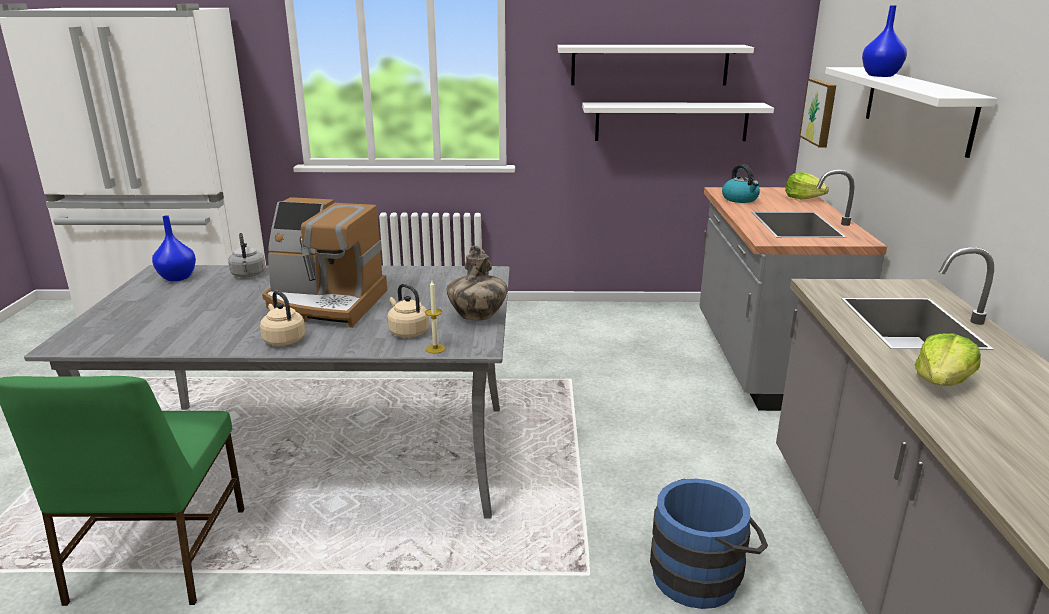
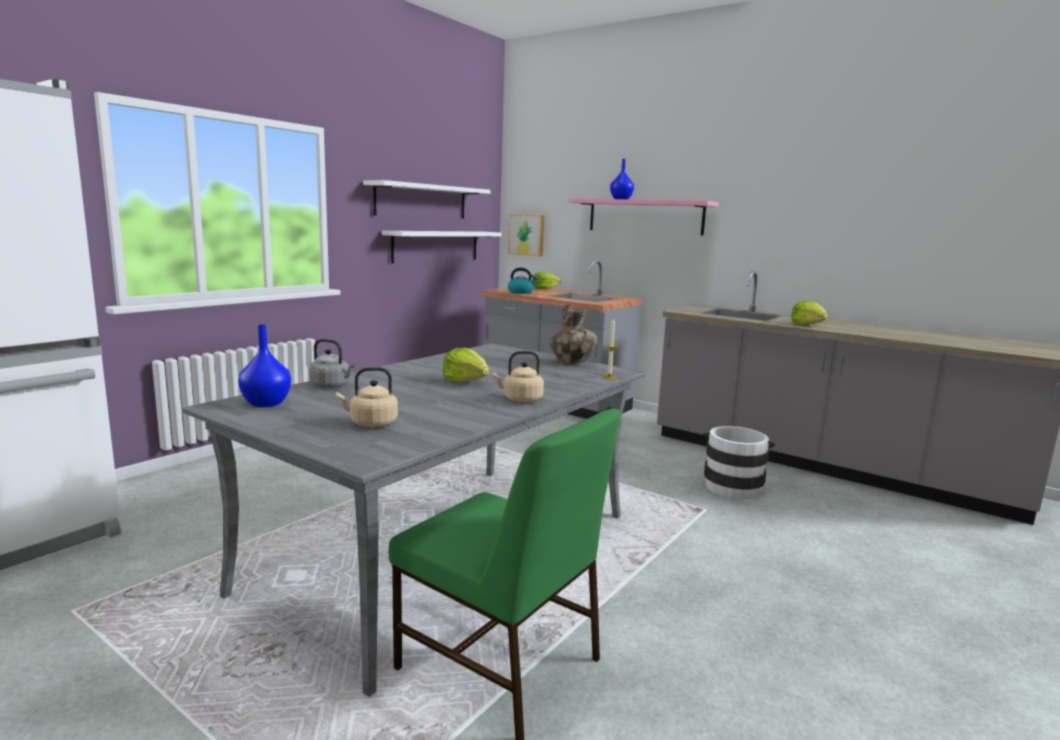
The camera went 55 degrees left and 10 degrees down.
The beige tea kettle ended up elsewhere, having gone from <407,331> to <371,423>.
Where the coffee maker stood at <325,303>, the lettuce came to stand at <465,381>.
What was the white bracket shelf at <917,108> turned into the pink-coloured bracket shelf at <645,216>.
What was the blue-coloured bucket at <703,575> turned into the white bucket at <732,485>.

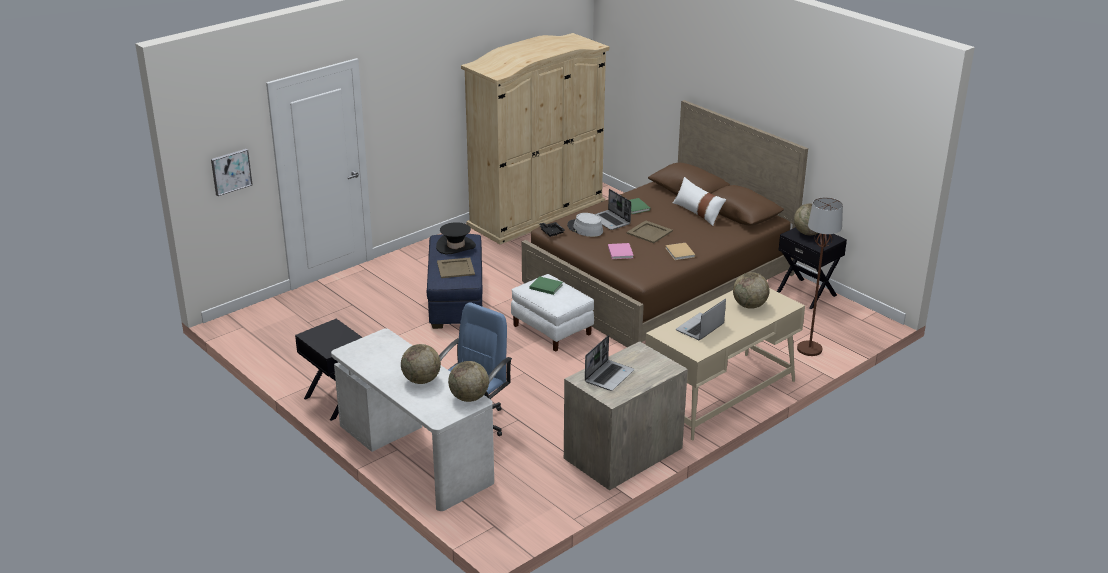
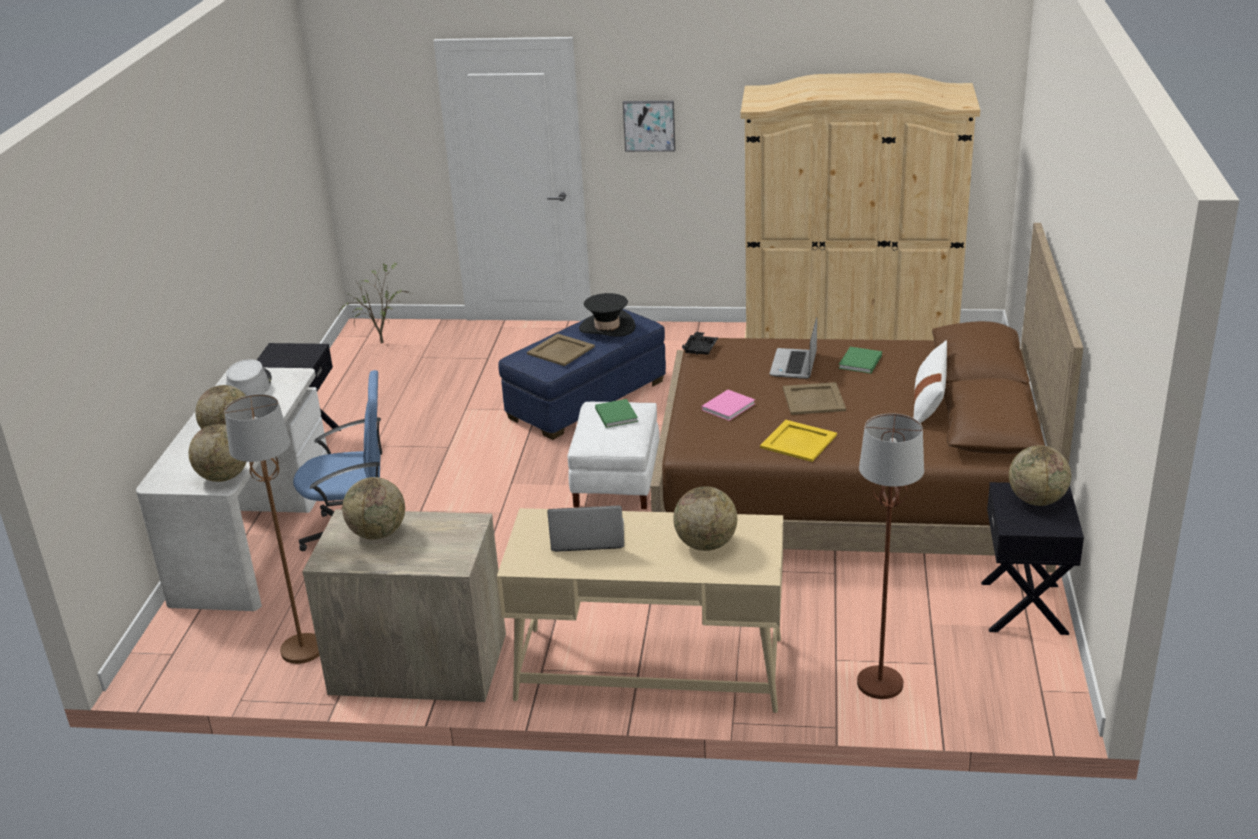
The camera went 50 degrees right and 0 degrees up.
The second view gained the brown-coloured floor lamp at <302,650>.
The greyish wearable hat ended up elsewhere, having gone from <585,229> to <249,386>.
The second view gained the potted plant at <381,341>.
Where the laptop stood at <609,376>, the world globe came to stand at <378,533>.
The picture ended up elsewhere, having gone from <231,171> to <649,125>.
Where the beige bound book stood at <680,253>, the yellow-coloured carrying tray came to stand at <799,442>.

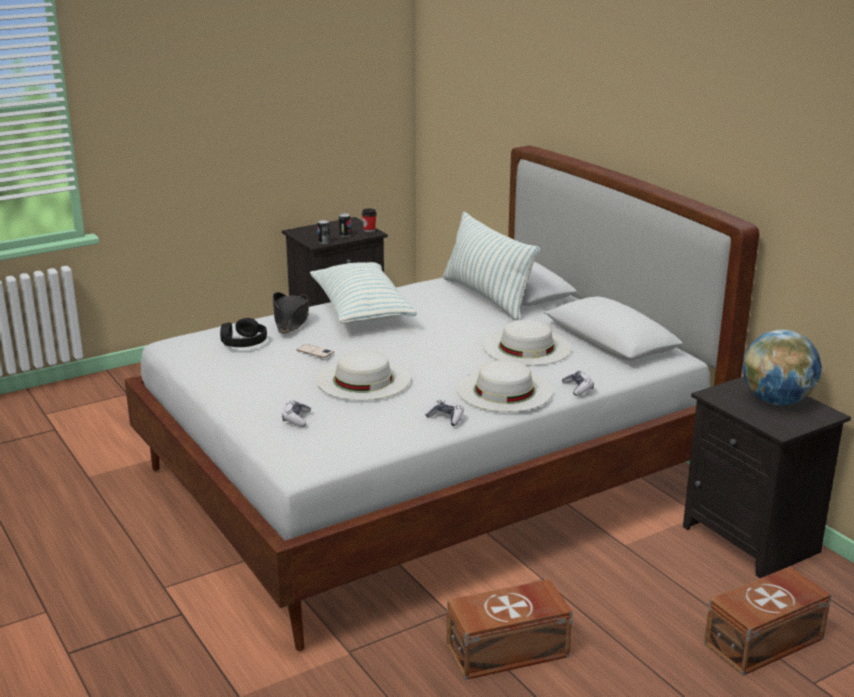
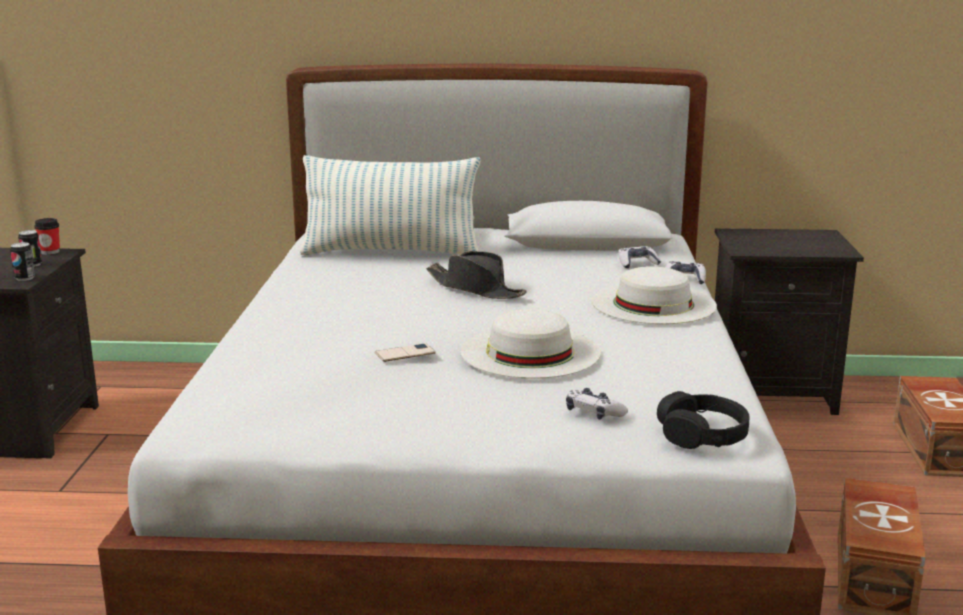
The camera went 55 degrees left and 5 degrees down.
The blackish wearable hat ended up elsewhere, having gone from <291,320> to <476,289>.
The joypad ended up elsewhere, having gone from <446,418> to <637,263>.
The blackish pair of headphones ended up elsewhere, having gone from <243,342> to <702,435>.
The second view lost the cushion at <361,311>.
The second view lost the white wearable hat at <527,347>.
The second view lost the world globe at <777,401>.

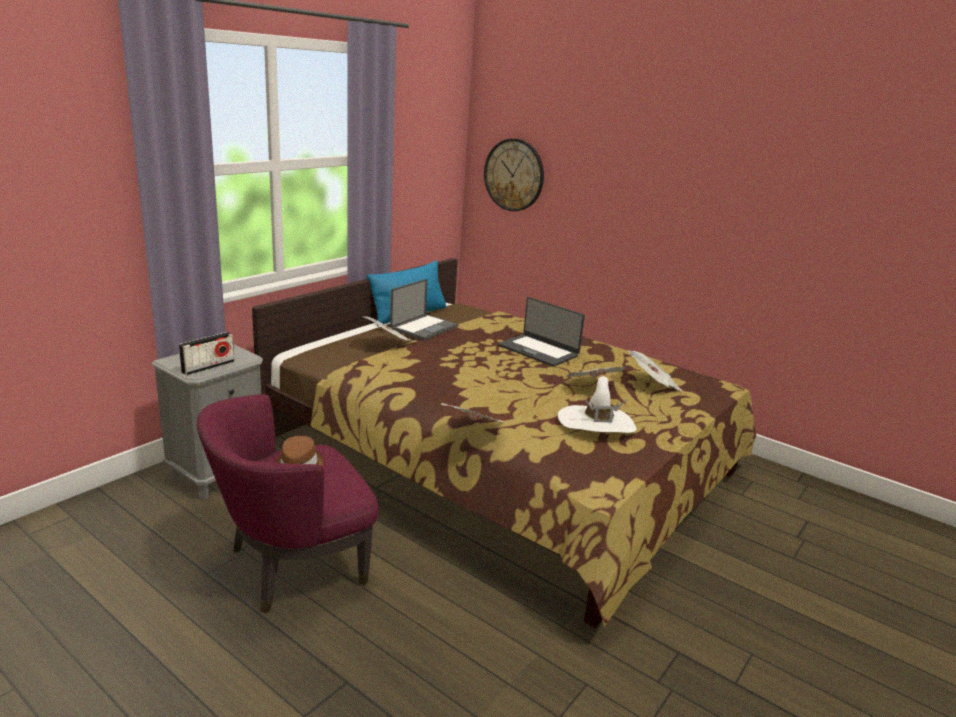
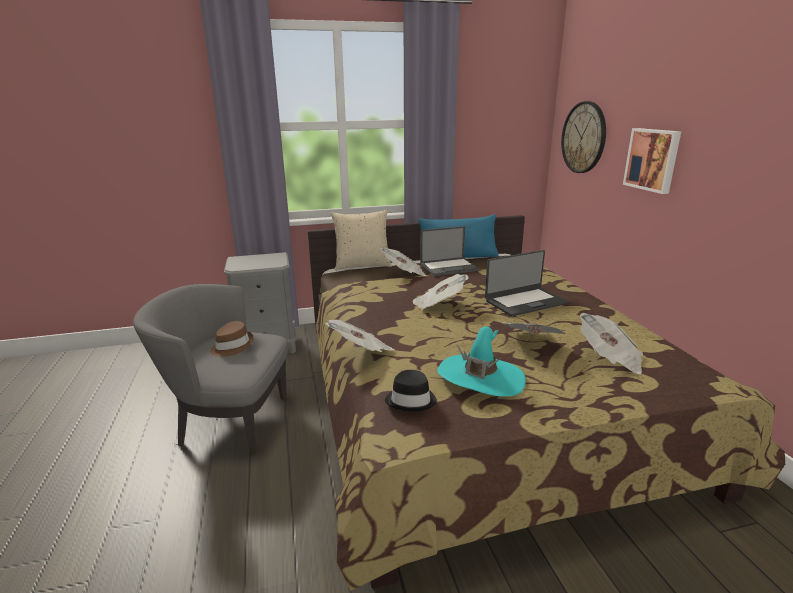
The camera went 40 degrees right and 0 degrees up.
What was the purplish lounge chair at <292,566> turned into the greyish lounge chair at <230,421>.
The second view gained the beige cushion at <362,265>.
The second view gained the blackish wearable hat at <411,400>.
The second view gained the printed paper at <438,305>.
What was the white wearable hat at <596,424> turned into the turquoise-coloured wearable hat at <480,378>.
The laptop at <539,350> ended up facing another way, 105 degrees counterclockwise from before.
The second view gained the picture at <652,159>.
The second view lost the radio at <208,367>.

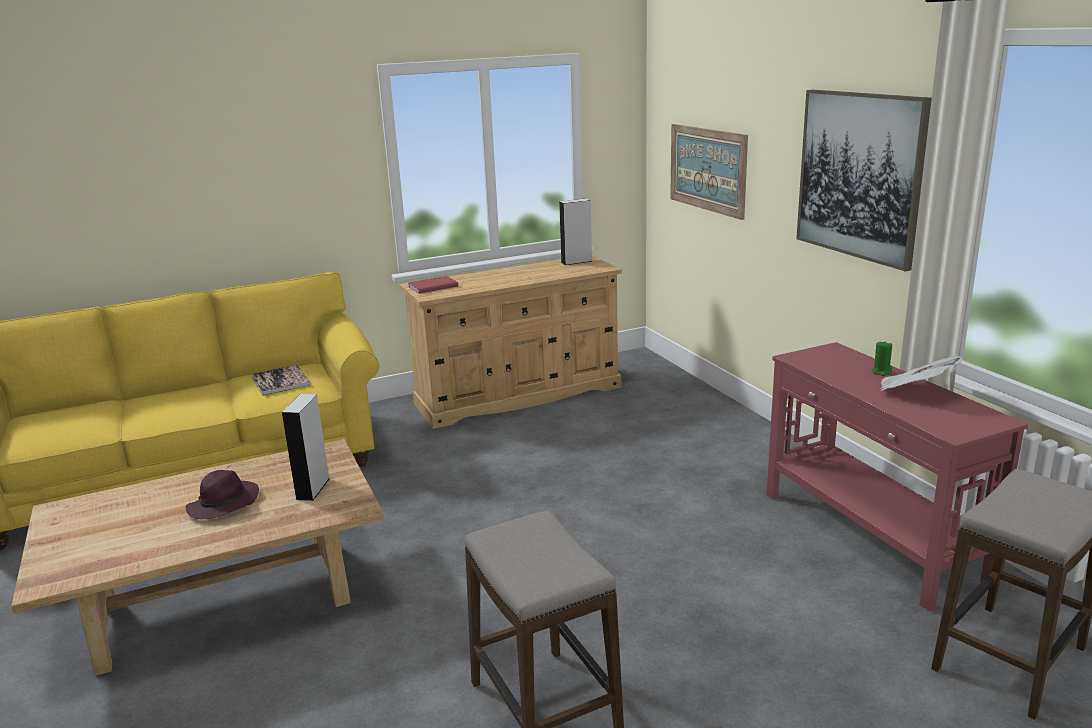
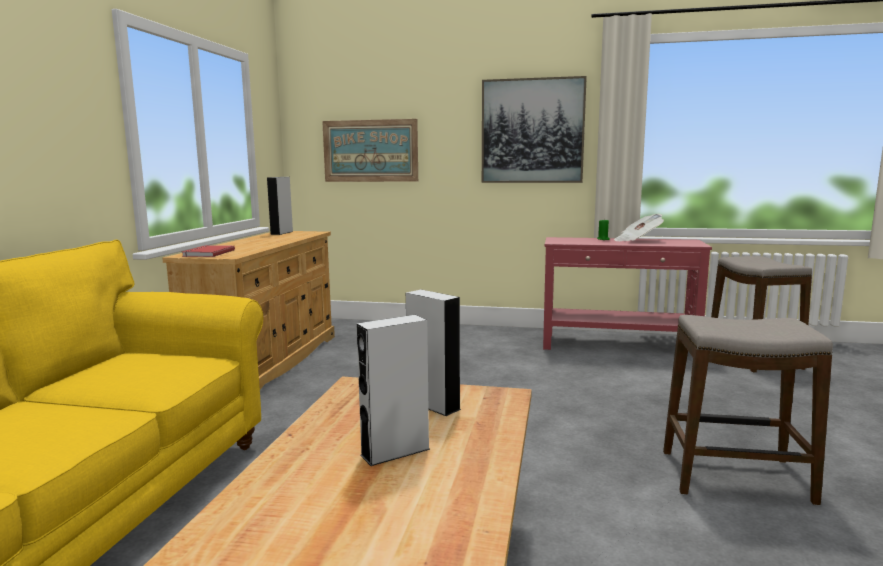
The camera went 55 degrees left and 10 degrees down.
Where the purplish wearable hat stood at <223,505>, the greyish speaker came to stand at <395,452>.
The second view lost the bound book at <281,381>.

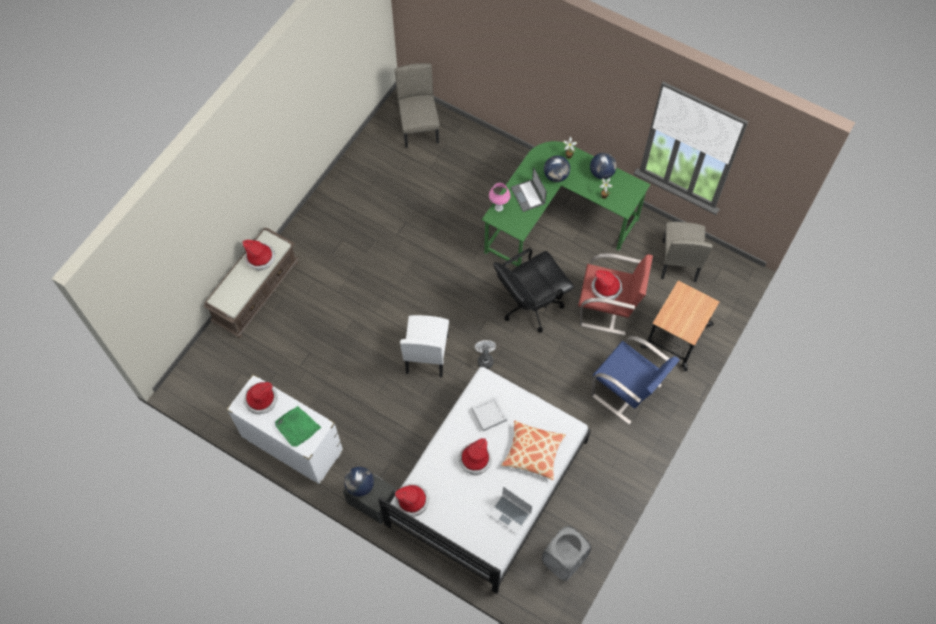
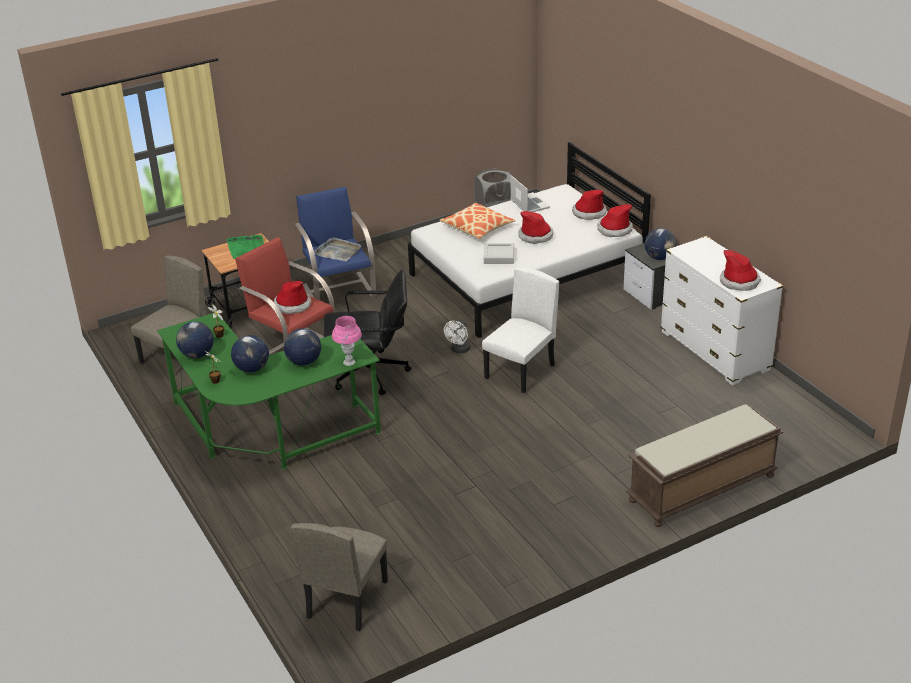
The camera went 150 degrees left and 30 degrees down.
The greenish carrying tray ended up elsewhere, having gone from <297,427> to <246,248>.
Where the laptop stood at <528,196>, the world globe came to stand at <304,362>.
The second view gained the greyish carrying tray at <338,251>.
The wearable hat ended up elsewhere, having gone from <260,258> to <589,212>.

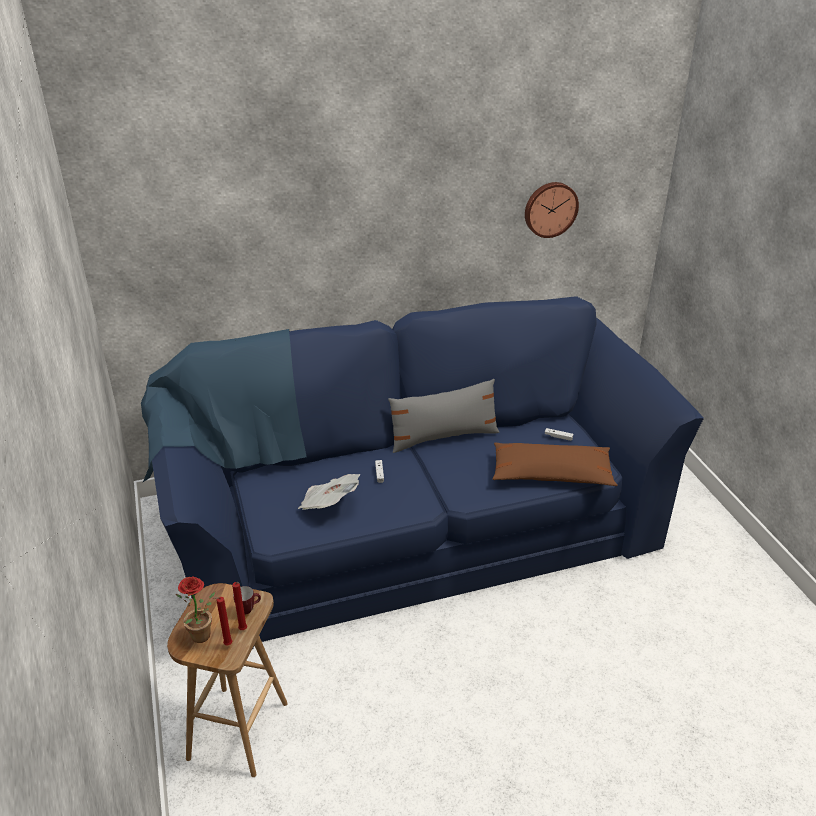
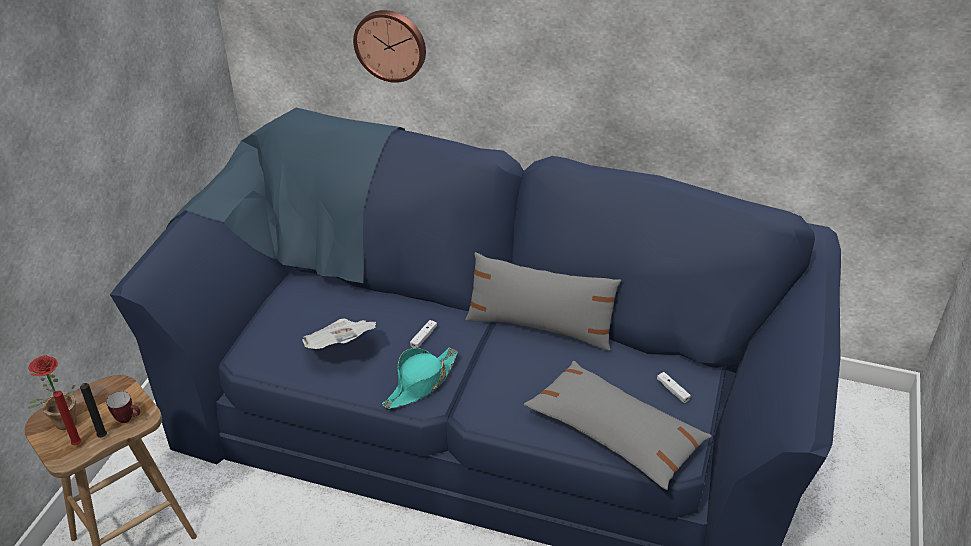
The camera went 35 degrees right and 5 degrees up.
What was the reddish candle at <243,630> turned into the blackish candle at <102,438>.
The wall clock ended up elsewhere, having gone from <550,209> to <391,44>.
The second view gained the turquoise-coloured wearable hat at <421,383>.
What was the brown-coloured cushion at <551,474> turned into the greyish cushion at <614,433>.

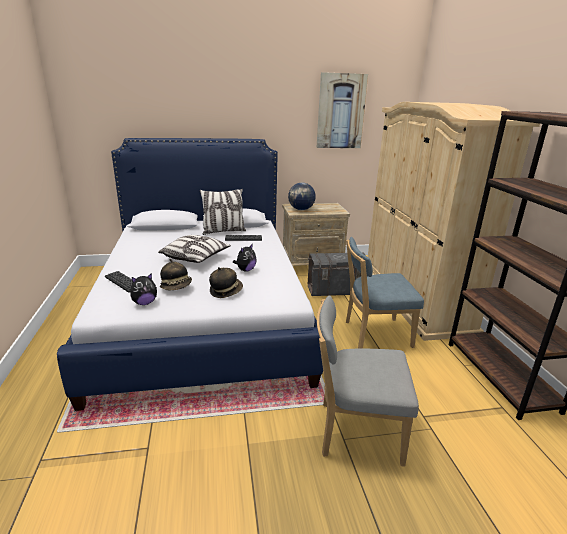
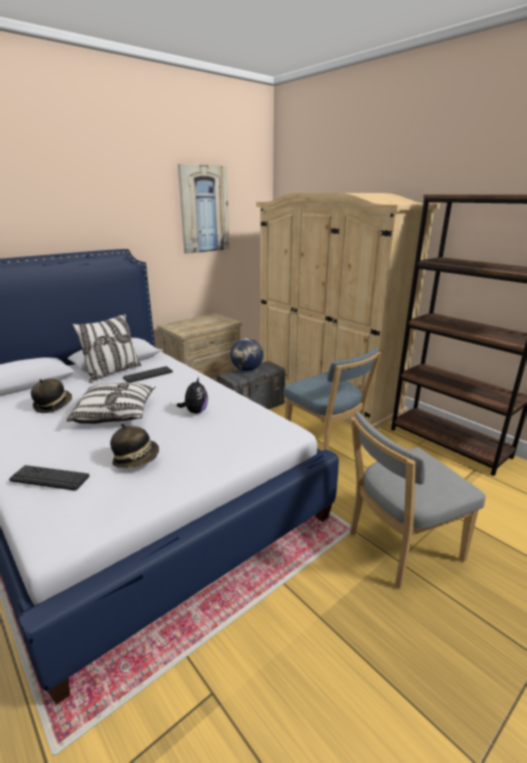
The camera went 30 degrees left and 0 degrees up.
The wearable hat ended up elsewhere, having gone from <226,291> to <53,405>.
The world globe ended up elsewhere, having gone from <301,209> to <247,370>.
The blue-coloured upright chair at <374,334> ended up facing another way, 90 degrees counterclockwise from before.
The second view lost the soft toy at <144,303>.

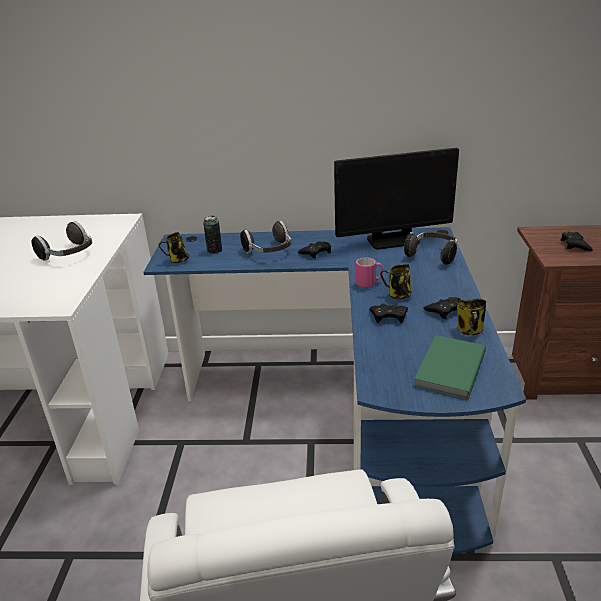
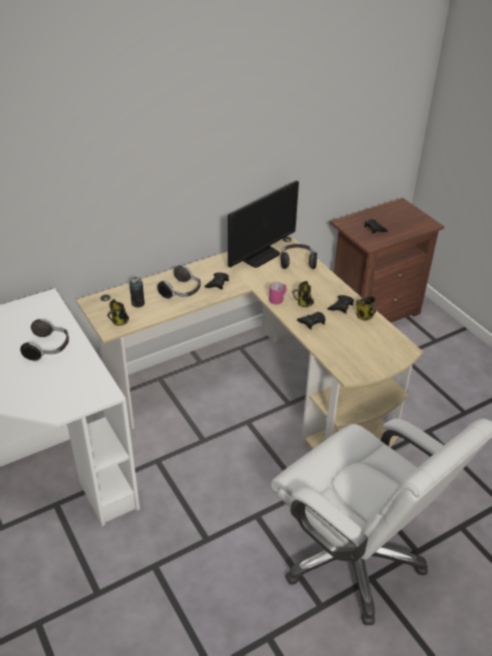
The camera went 35 degrees left and 10 degrees up.
What was the blue-coloured desk unit at <351,413> turned into the beige desk unit at <258,391>.
The second view lost the greenish bound book at <448,369>.

